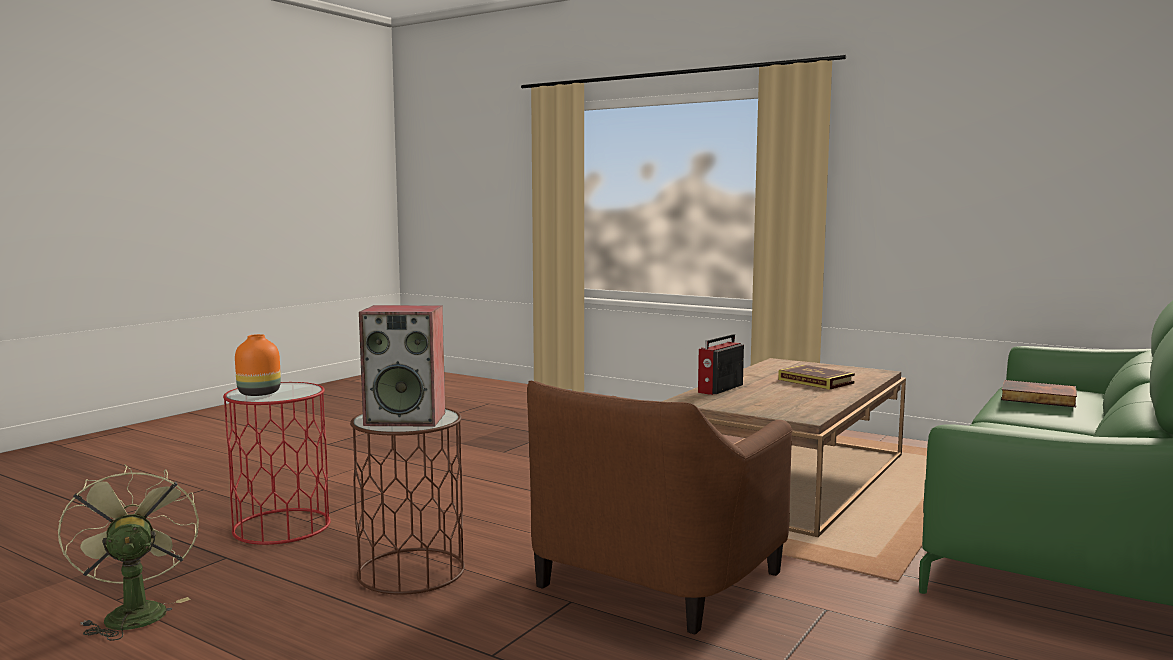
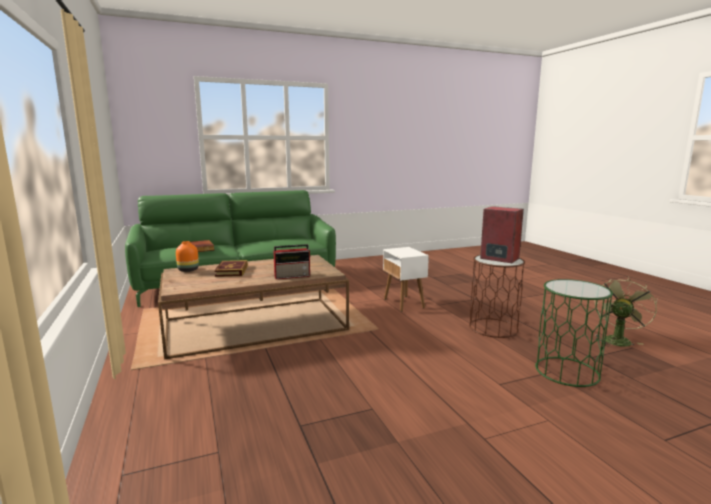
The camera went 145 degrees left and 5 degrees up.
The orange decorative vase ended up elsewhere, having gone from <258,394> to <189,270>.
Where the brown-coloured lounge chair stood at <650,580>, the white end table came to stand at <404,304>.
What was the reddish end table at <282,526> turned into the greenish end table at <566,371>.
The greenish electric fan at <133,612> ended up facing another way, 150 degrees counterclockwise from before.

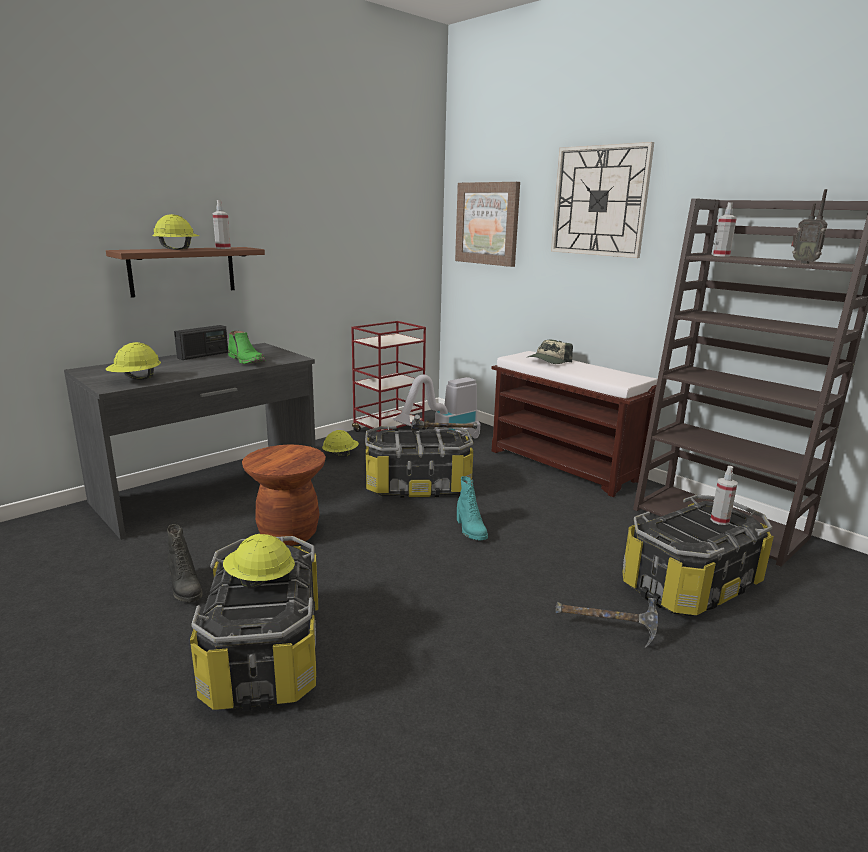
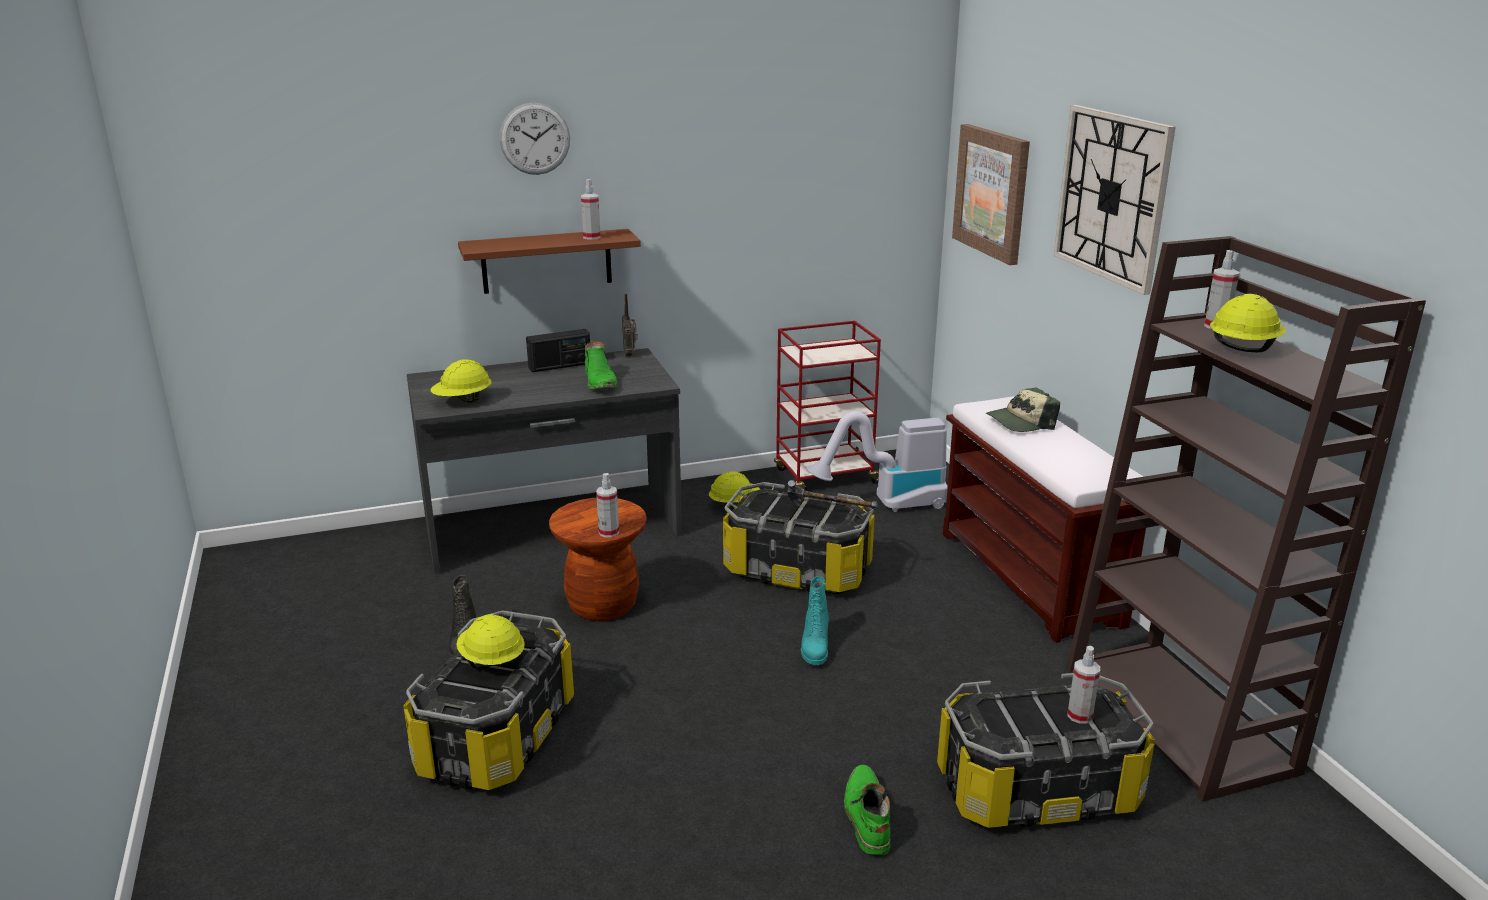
The camera went 25 degrees right and 5 degrees up.
The second view gained the wall clock at <535,138>.
The second view gained the hand sprayer at <608,532>.
The radio ended up elsewhere, having gone from <804,263> to <630,355>.
Where the hammer stood at <606,632>, the greenish boot came to stand at <866,816>.
The yellow-coloured hard hat ended up elsewhere, having gone from <177,249> to <1243,348>.

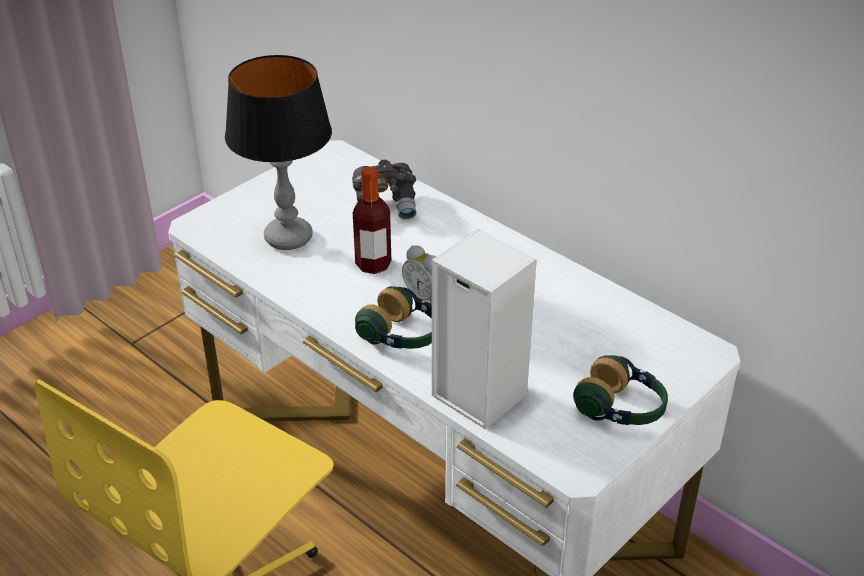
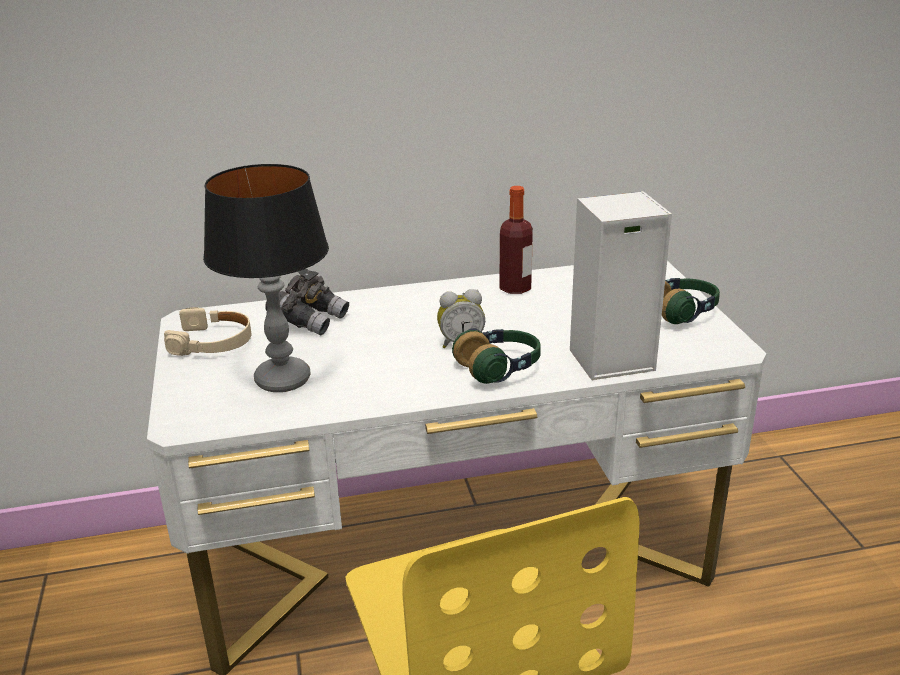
The camera went 55 degrees left and 10 degrees down.
The second view gained the beige pair of headphones at <213,342>.
The drink bottle ended up elsewhere, having gone from <373,264> to <515,288>.

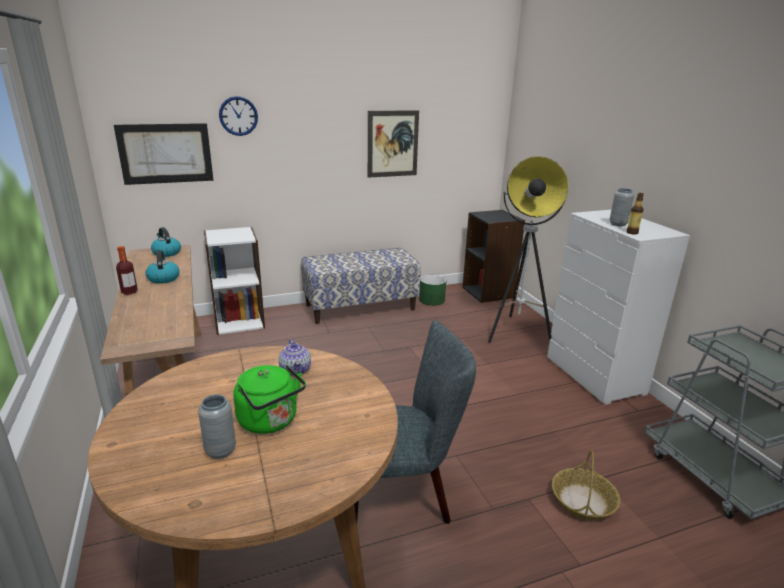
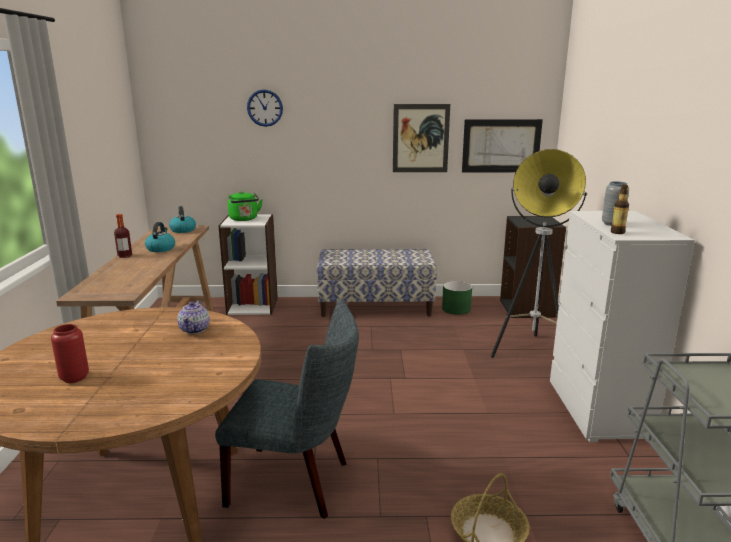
The camera went 20 degrees right and 5 degrees down.
What was the greyish decorative vase at <220,451> turned into the reddish decorative vase at <74,378>.
The greenish tea kettle ended up elsewhere, having gone from <270,421> to <244,219>.
The picture ended up elsewhere, having gone from <165,153> to <501,146>.

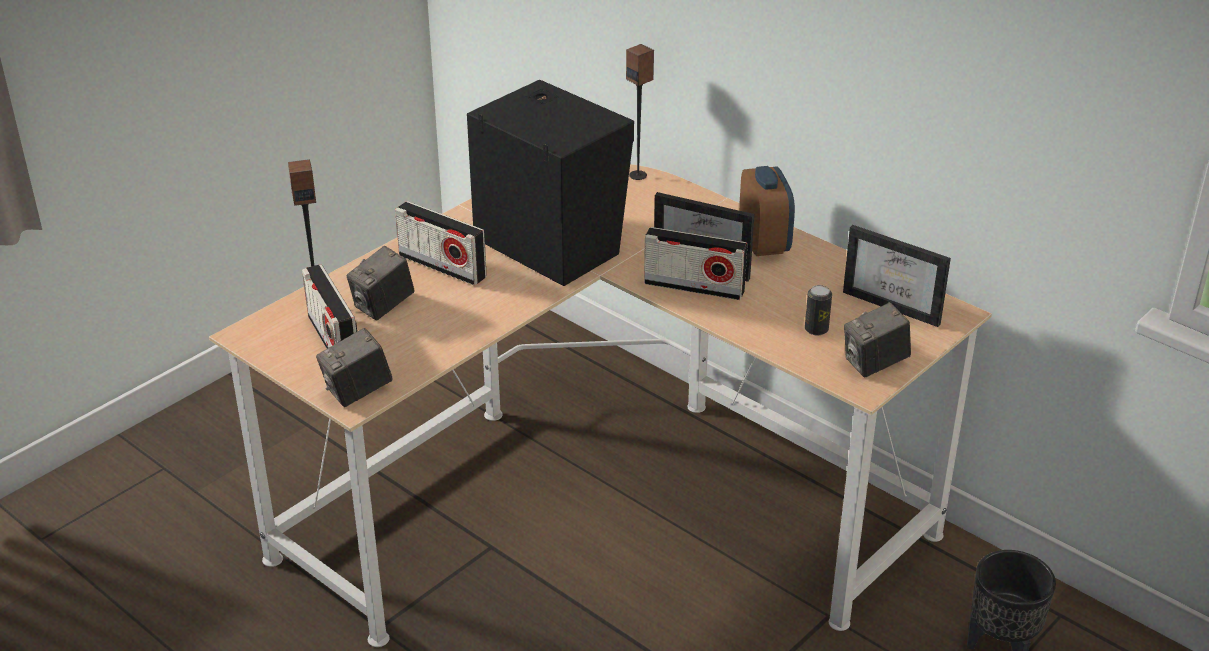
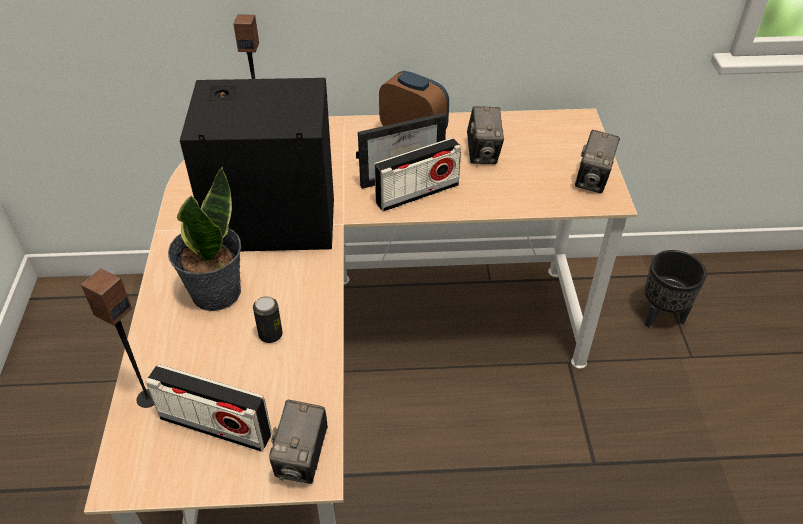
The camera went 45 degrees left and 10 degrees up.
Where the radio stood at <442,266>, the potted plant came to stand at <215,292>.
The can ended up elsewhere, having gone from <816,329> to <270,334>.
The still camera ended up elsewhere, having gone from <383,307> to <483,154>.
The second view lost the picture frame at <897,304>.

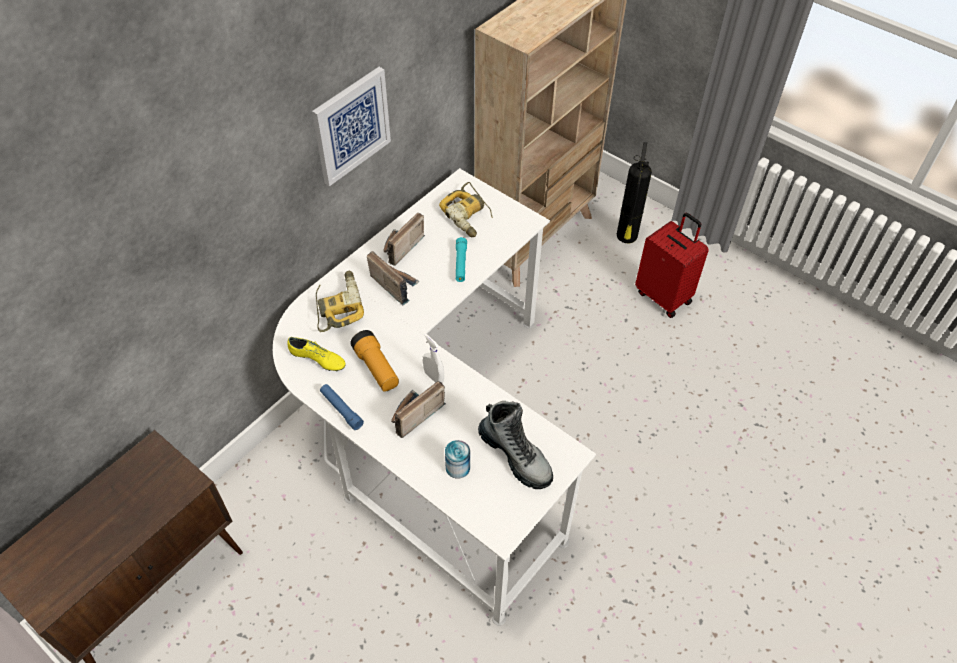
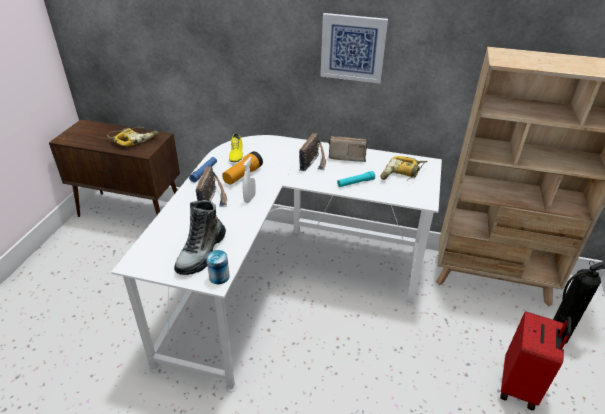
The camera went 65 degrees right and 15 degrees down.
The electric drill ended up elsewhere, having gone from <338,305> to <134,139>.
The radio at <413,415> ended up facing another way, 75 degrees clockwise from before.
The can ended up elsewhere, having gone from <457,467> to <219,276>.

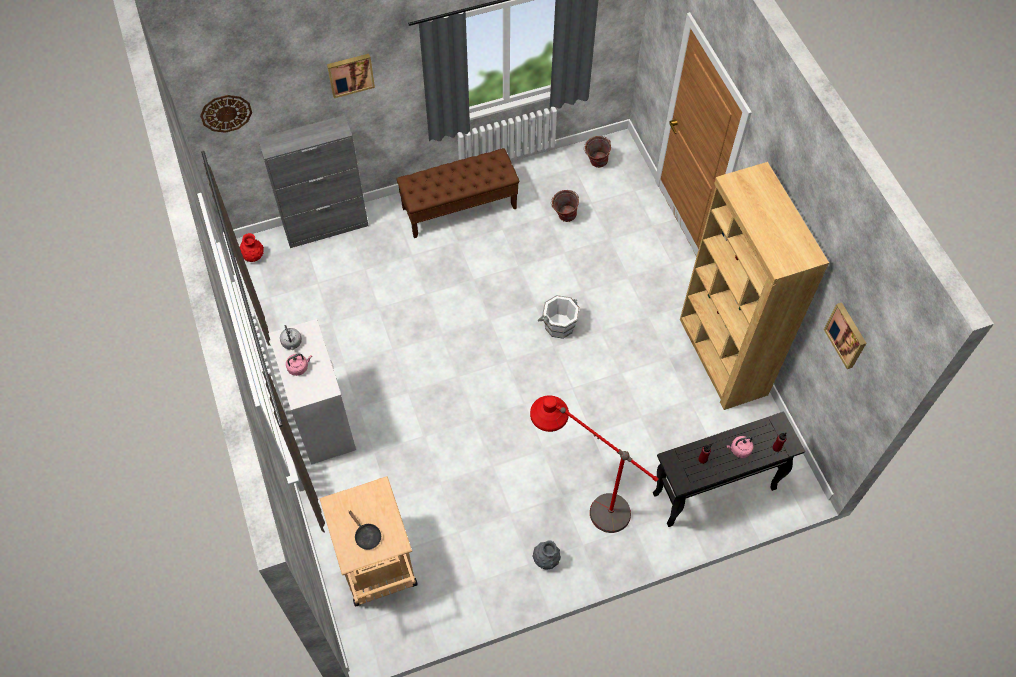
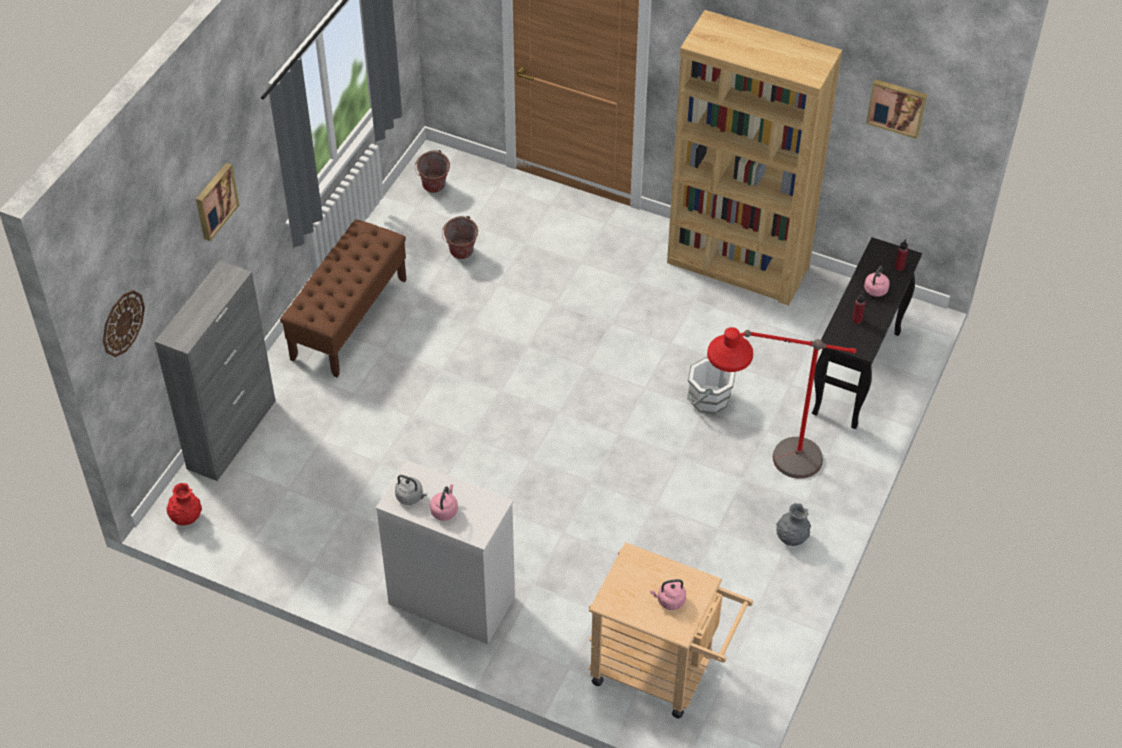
The camera went 45 degrees left and 10 degrees down.
Where the blackish pan stood at <366,535>, the pink-coloured tea kettle came to stand at <669,601>.
The white bucket ended up elsewhere, having gone from <559,325> to <708,399>.

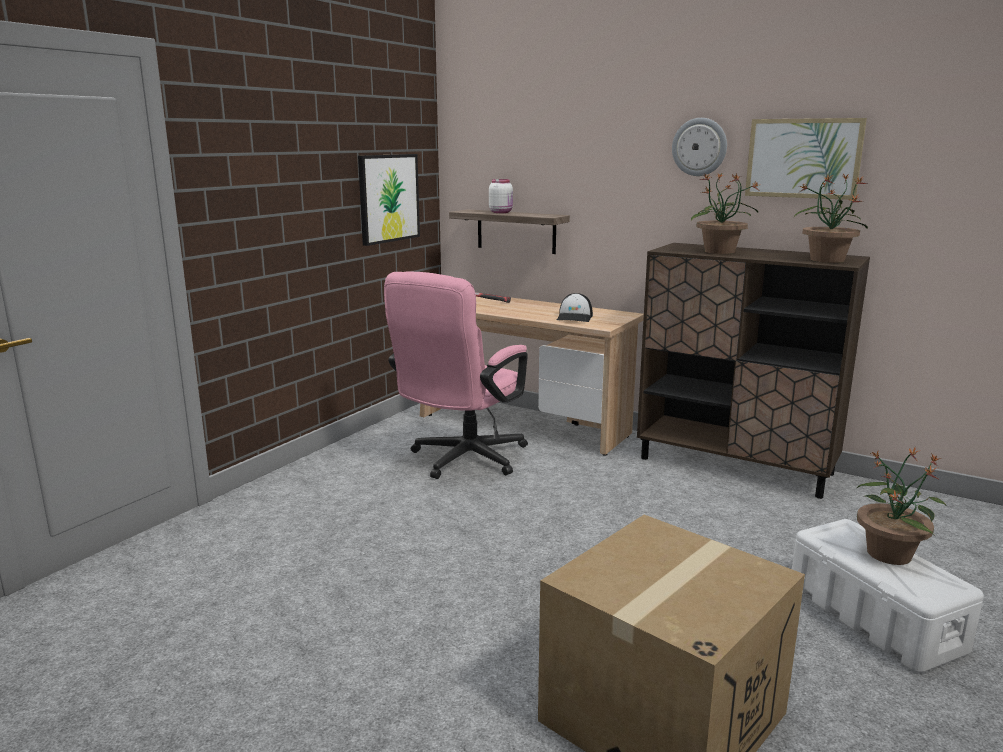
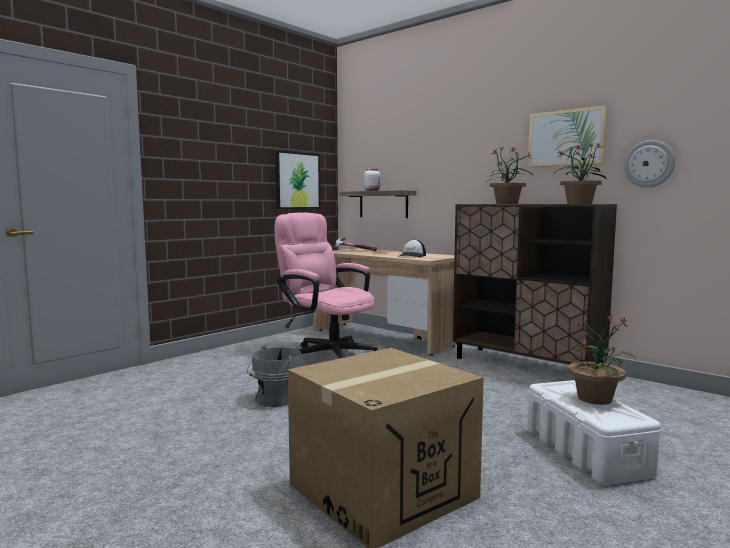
The camera went 10 degrees right and 10 degrees down.
The second view gained the greyish bucket at <275,399>.
The pink-coloured office chair at <462,461> ended up facing another way, 90 degrees clockwise from before.
The wall clock ended up elsewhere, having gone from <699,147> to <649,164>.

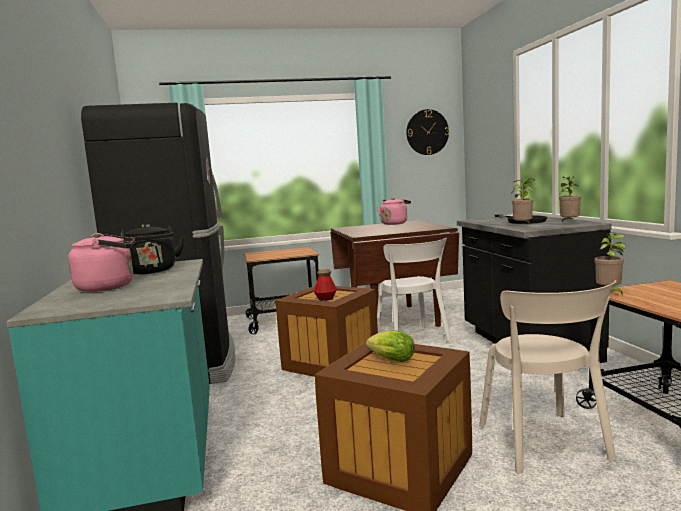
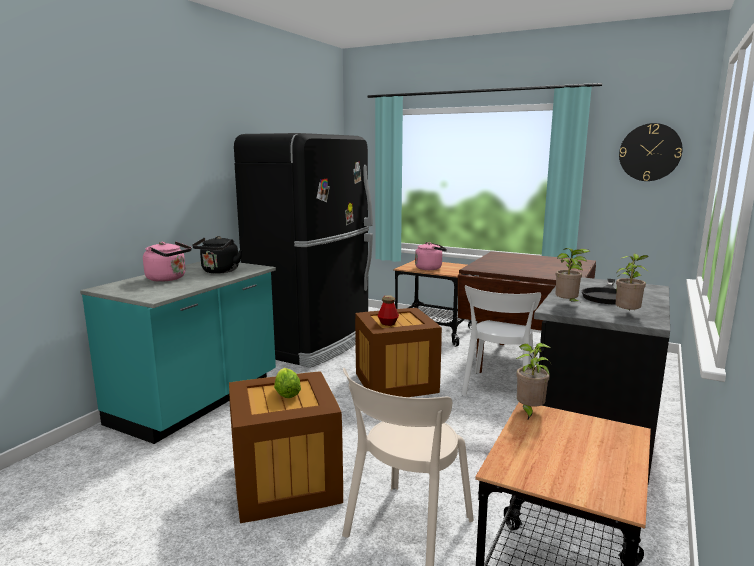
The camera went 40 degrees right and 5 degrees up.
The pink-coloured tea kettle ended up elsewhere, having gone from <394,223> to <430,268>.

